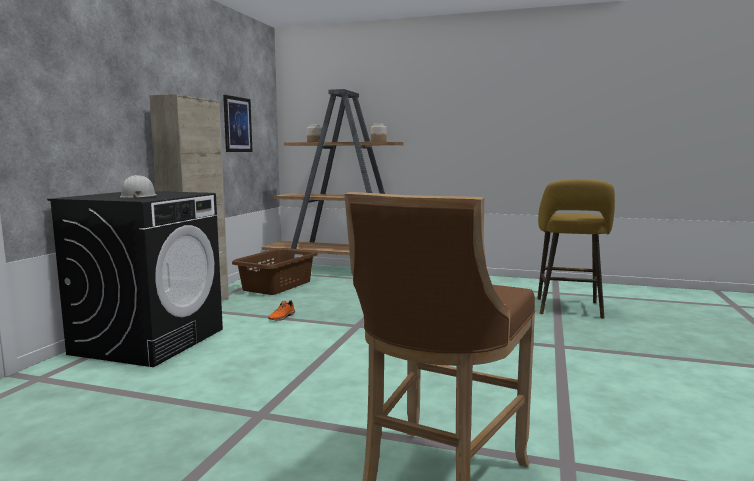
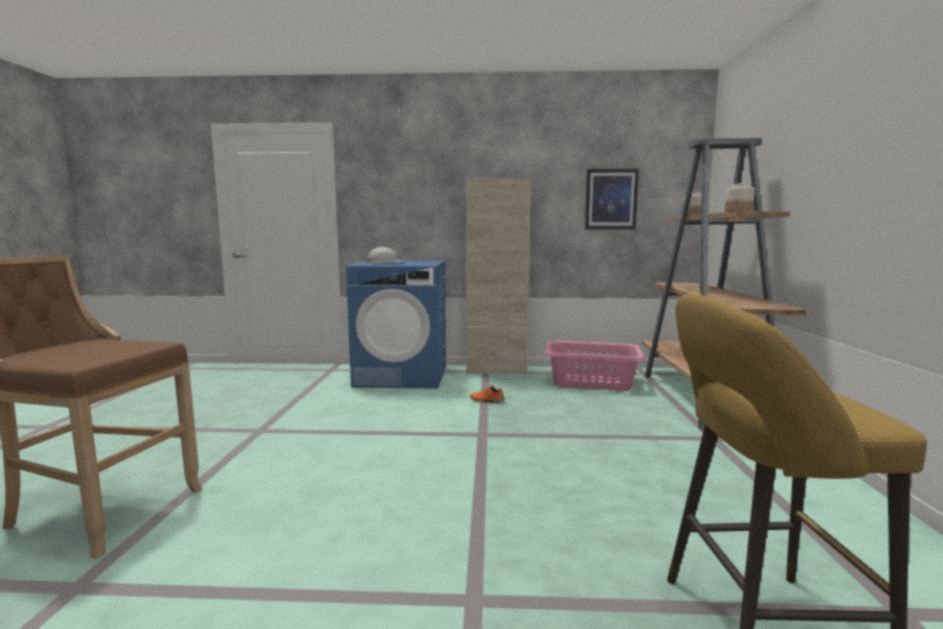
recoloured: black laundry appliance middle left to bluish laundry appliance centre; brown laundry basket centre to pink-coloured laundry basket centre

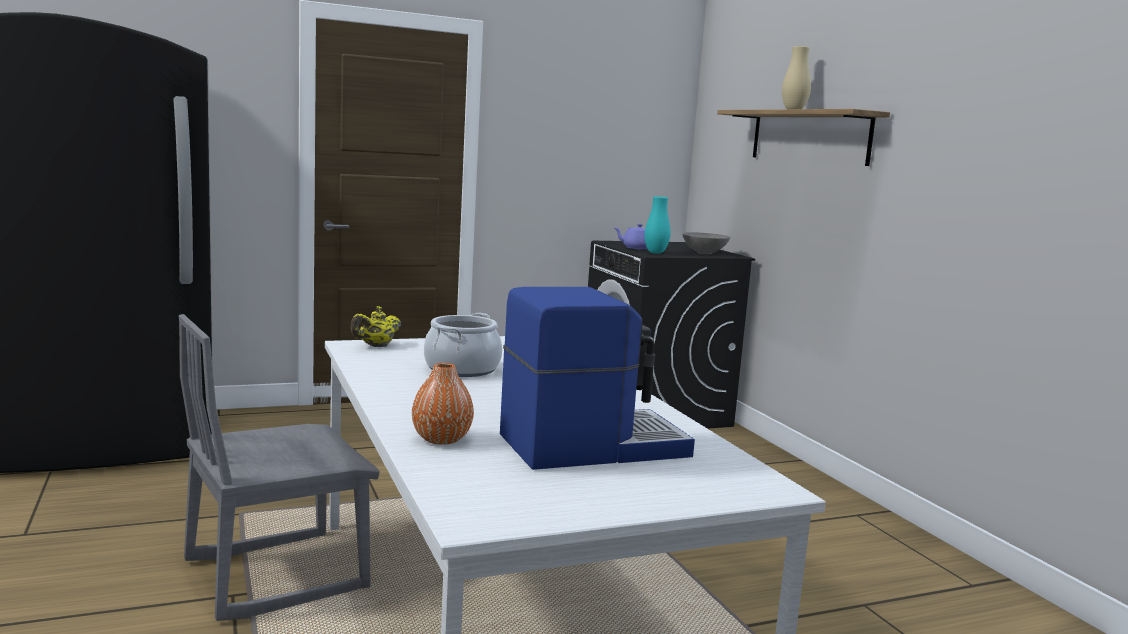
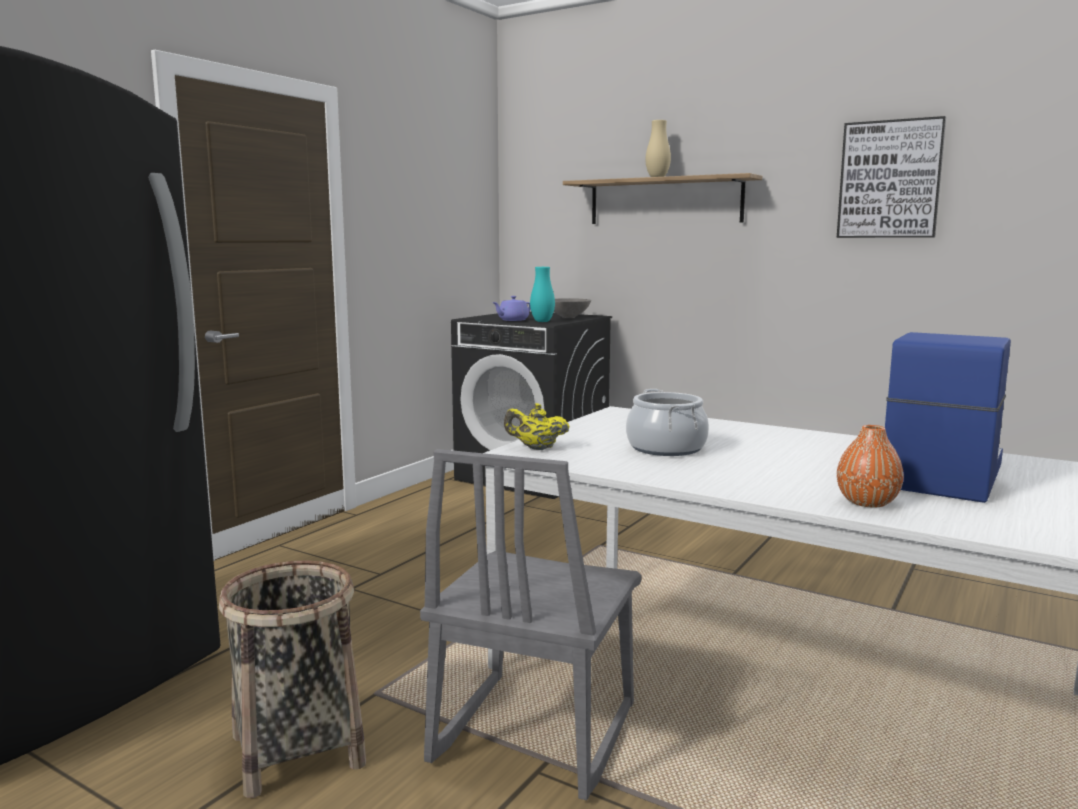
added: storage basket bottom left; wall picture top right
turned: yellowish teapot middle left = centre 90 degrees clockwise

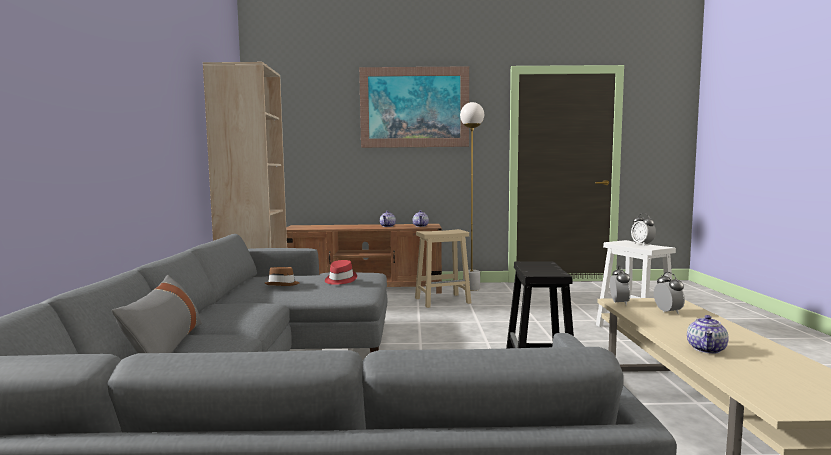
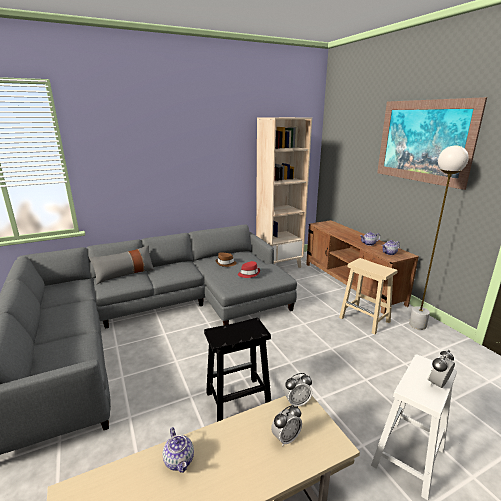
turned: teapot (3rd from left in the first image) bottom right = bottom centre 120 degrees counterclockwise

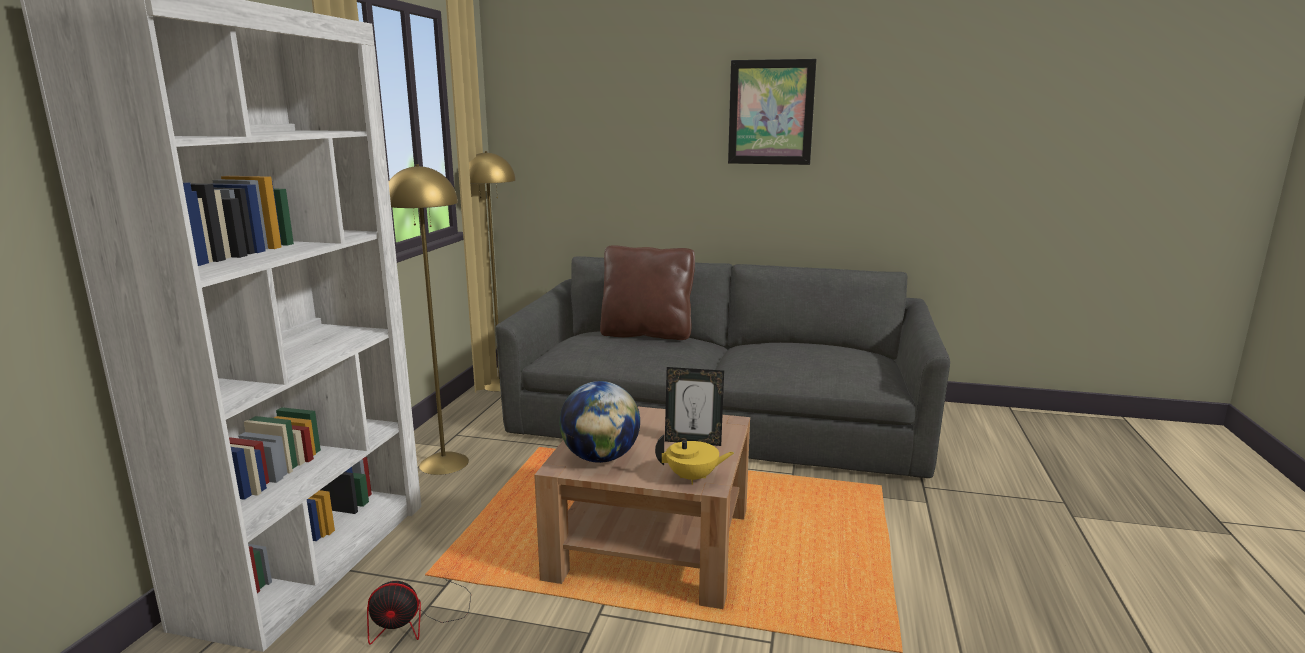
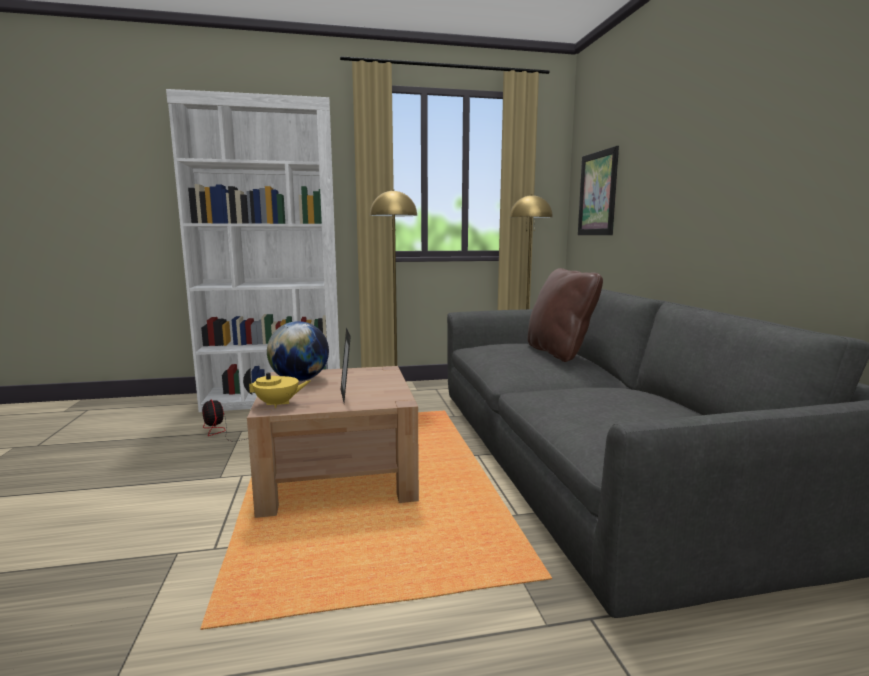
moved: wall picture top centre to top right
turned: yellowish teapot bottom centre = middle left 75 degrees counterclockwise

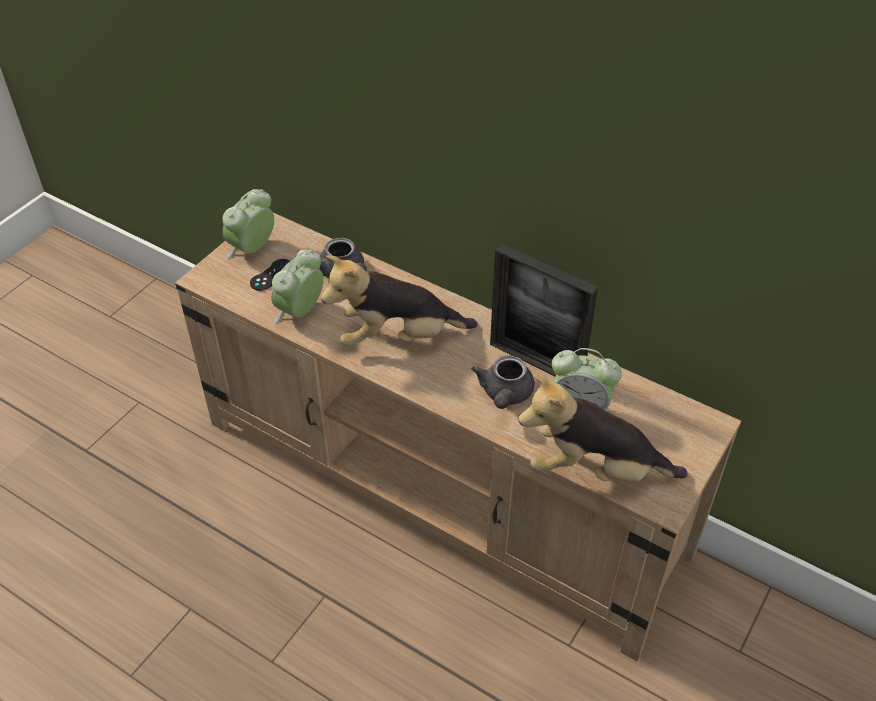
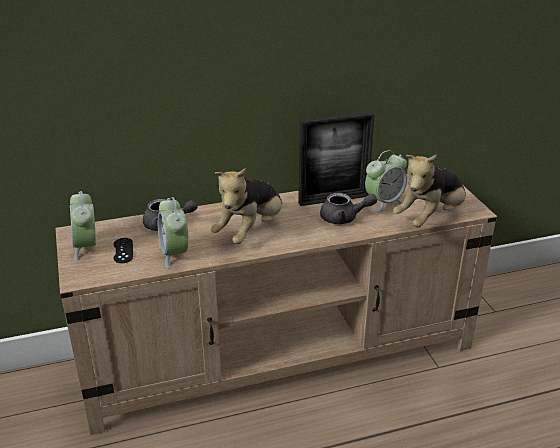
turned: grey teapot (2nd from left) centre = centre 45 degrees counterclockwise

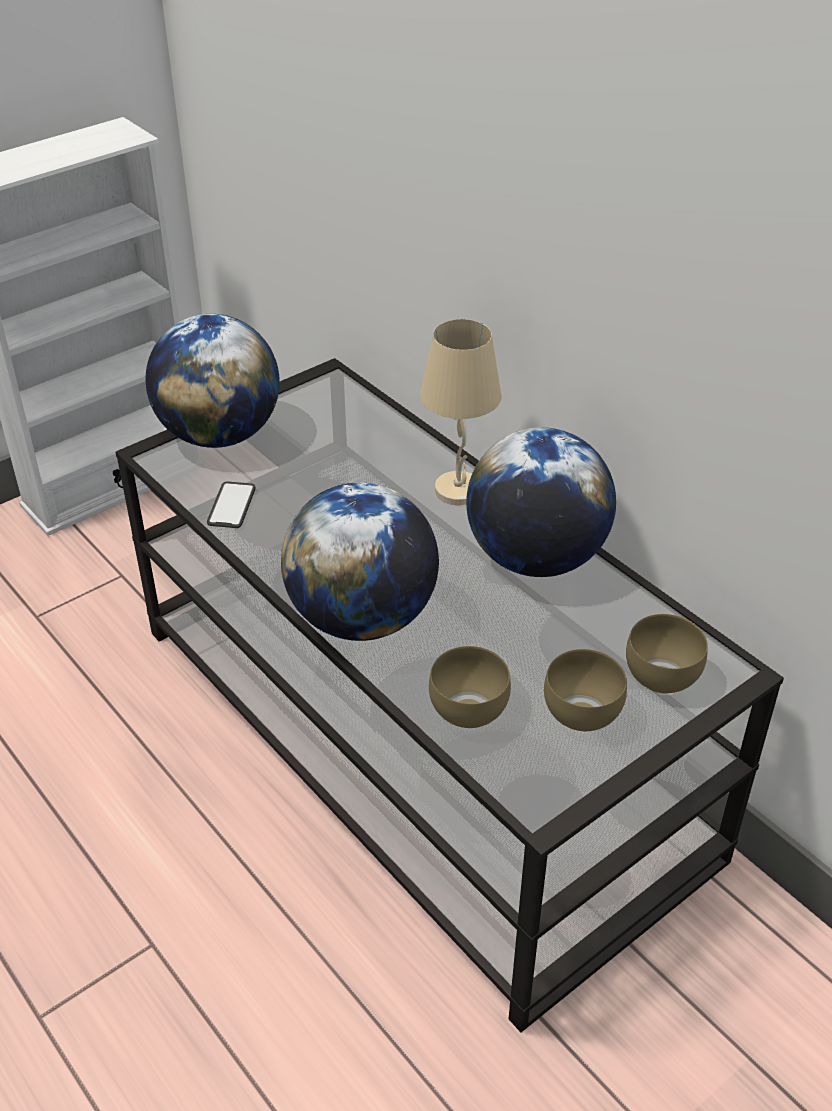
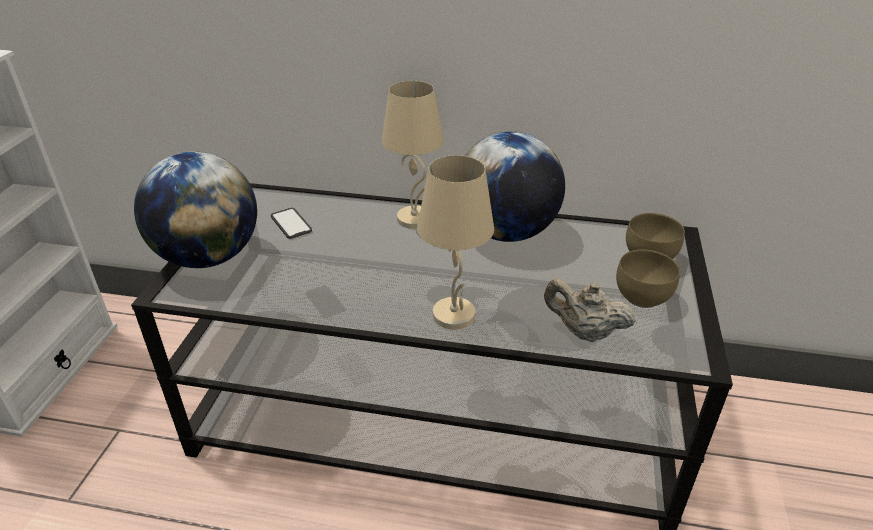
moved: phone middle left to centre
replaced: desk globe (2nd from left) centre to beige lamp for a table (2nd from left) centre; brown deep dish (1st from left) centre to beige teapot middle right

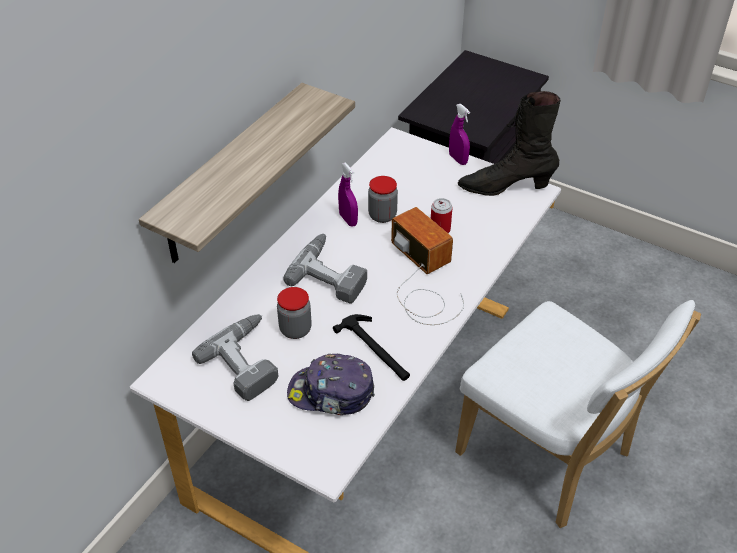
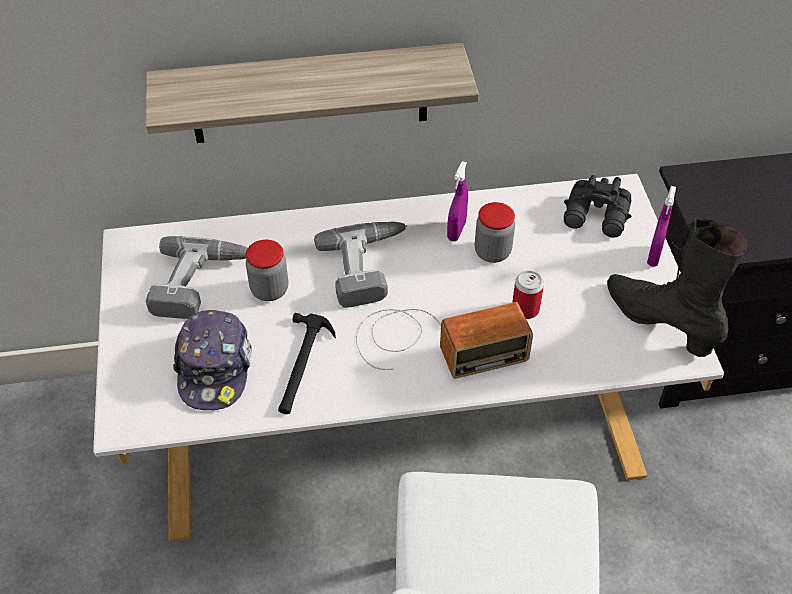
added: black pair of binoculars middle right
turned: peaked cap bottom centre = middle left 150 degrees counterclockwise; radio centre = centre 60 degrees clockwise

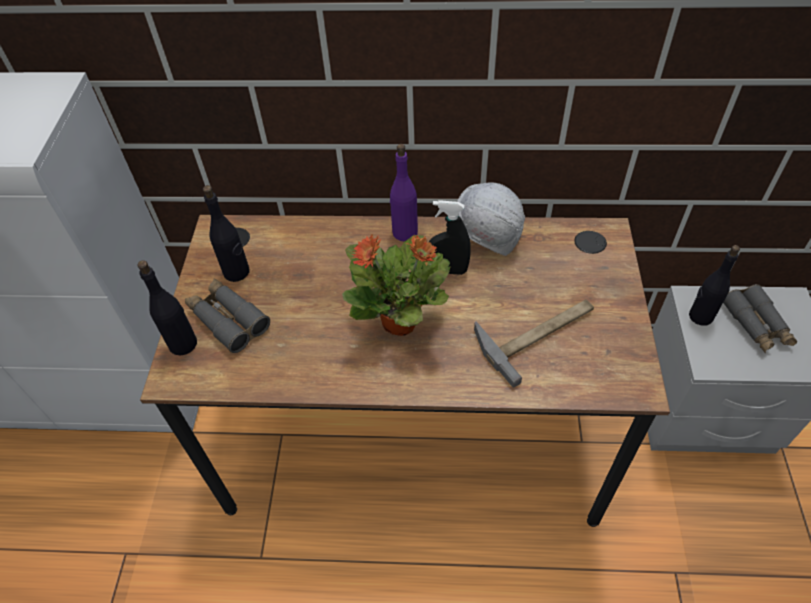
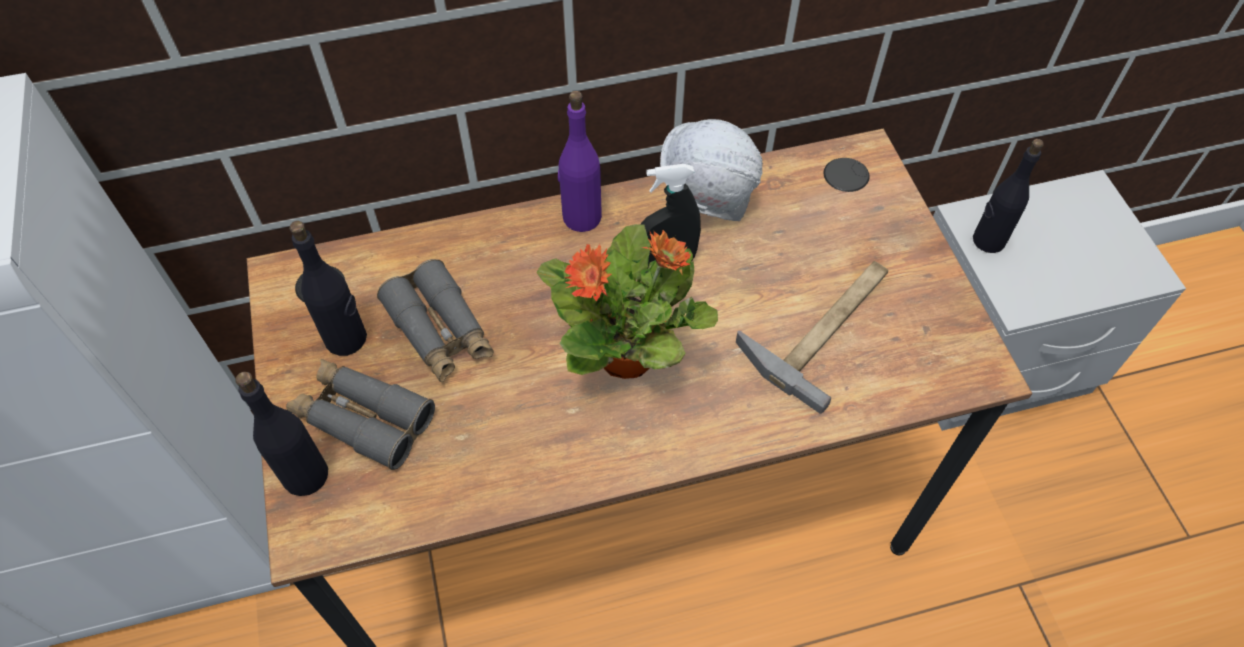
moved: grey pair of binoculars (2nd from left) middle right to centre

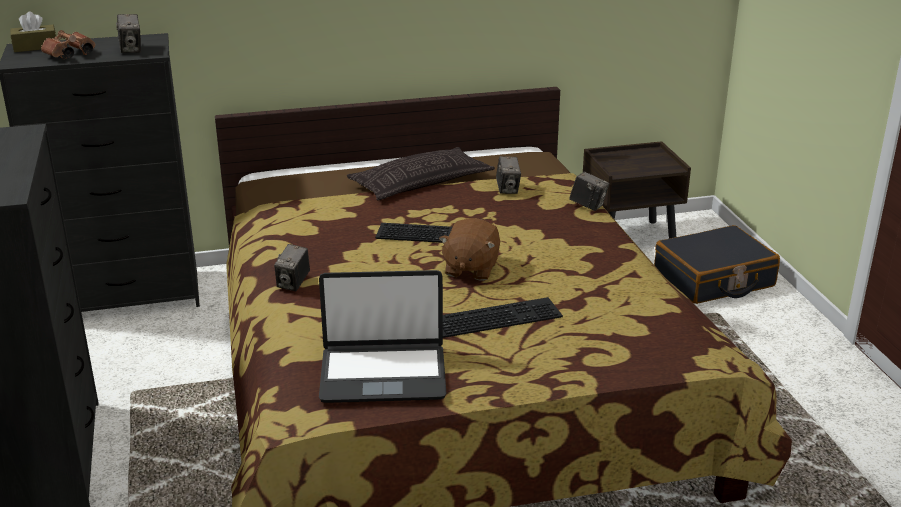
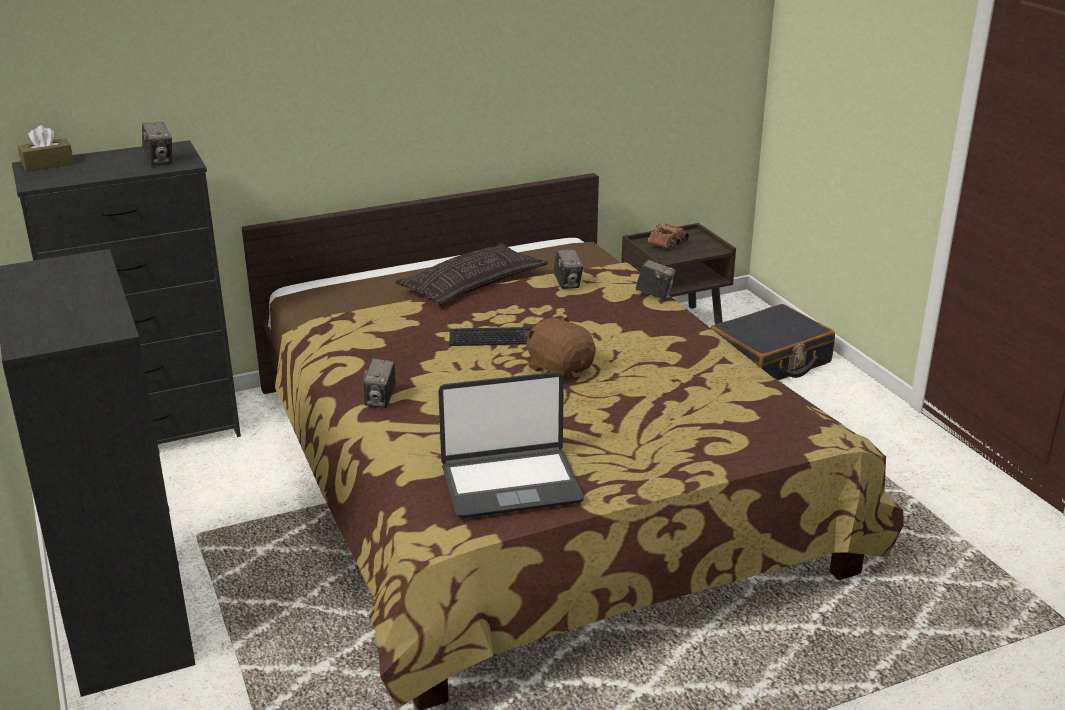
removed: PC keyboard (2nd from left) centre
moved: brown pair of binoculars top left to top centre
turned: brown soft toy centre = centre 135 degrees clockwise

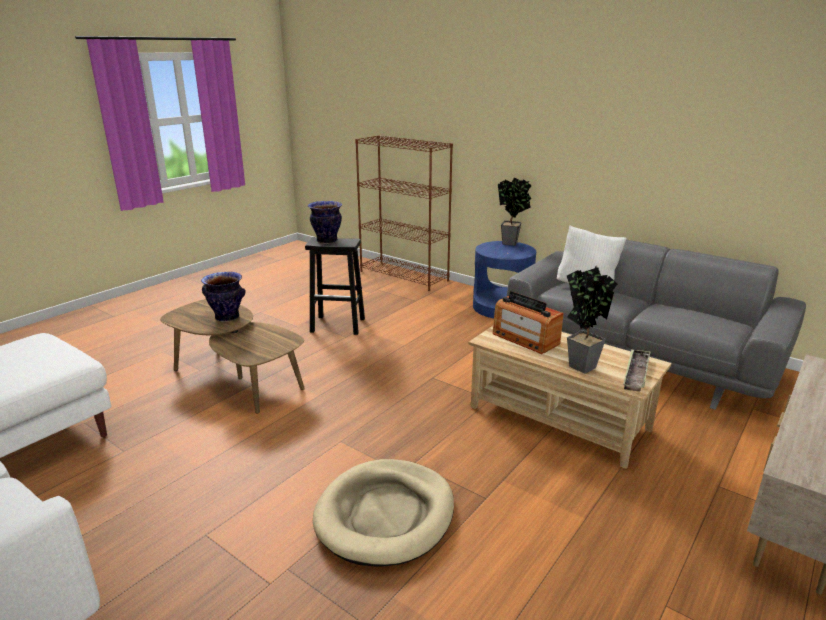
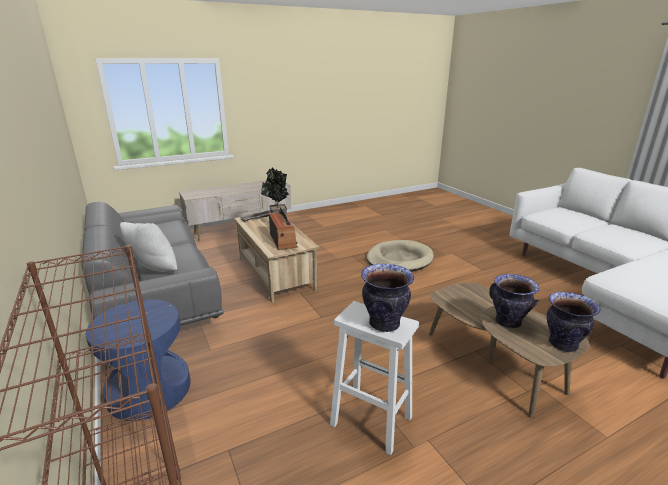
removed: houseplant (1st from left) centre
added: decorative vase (3rd from left) middle right
recoloured: black stool seat centre to white-coloured stool seat bottom centre

